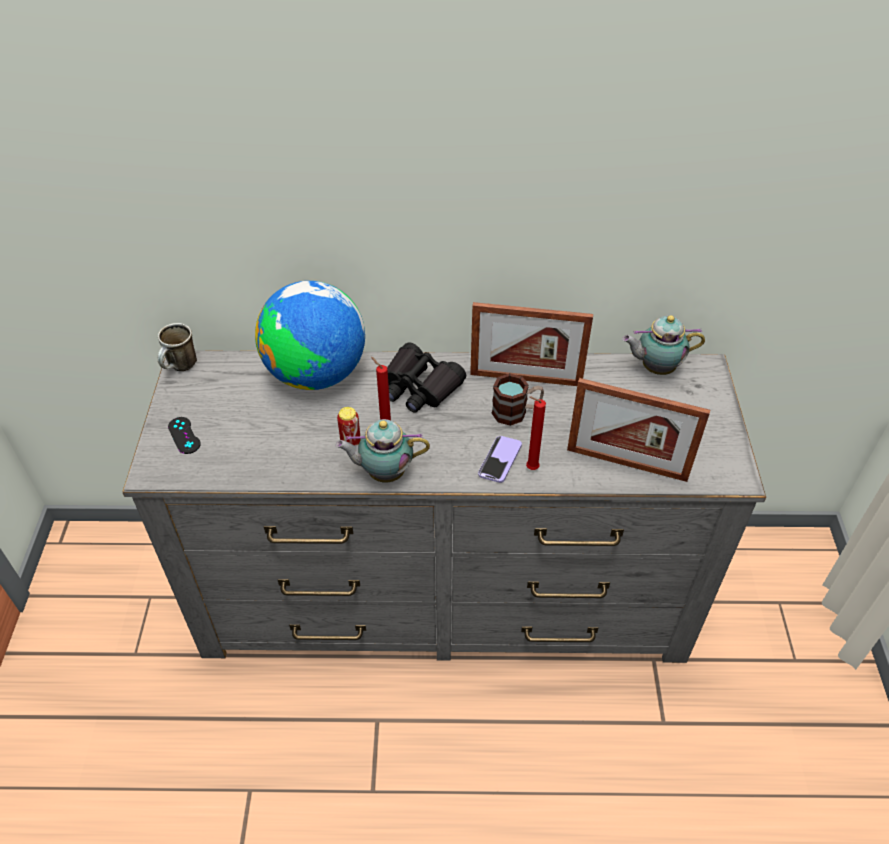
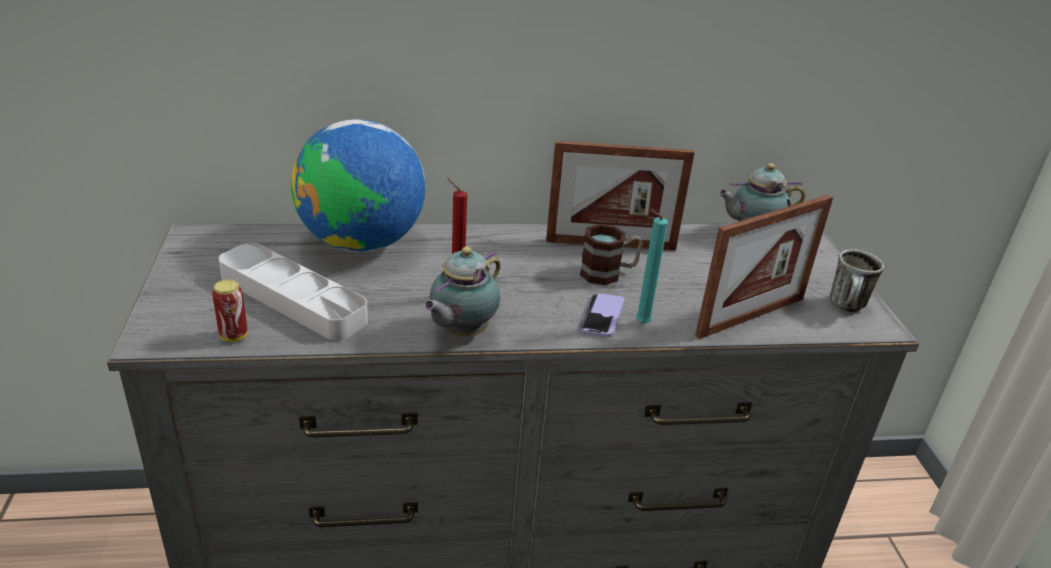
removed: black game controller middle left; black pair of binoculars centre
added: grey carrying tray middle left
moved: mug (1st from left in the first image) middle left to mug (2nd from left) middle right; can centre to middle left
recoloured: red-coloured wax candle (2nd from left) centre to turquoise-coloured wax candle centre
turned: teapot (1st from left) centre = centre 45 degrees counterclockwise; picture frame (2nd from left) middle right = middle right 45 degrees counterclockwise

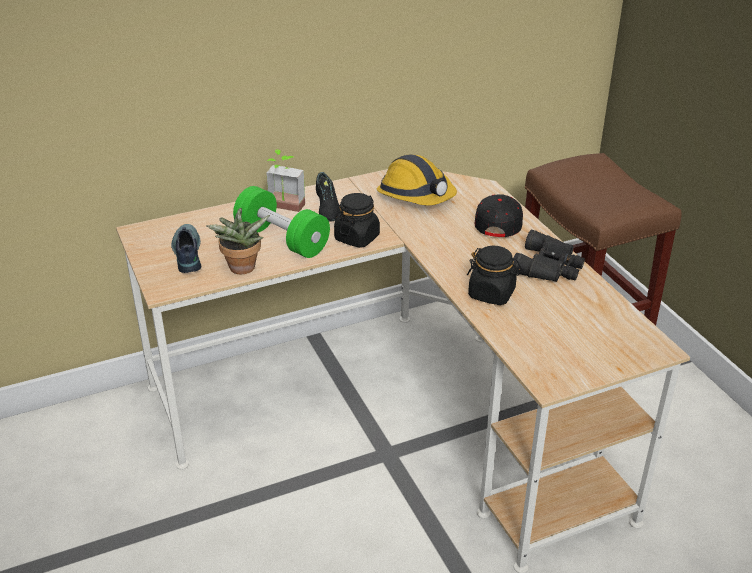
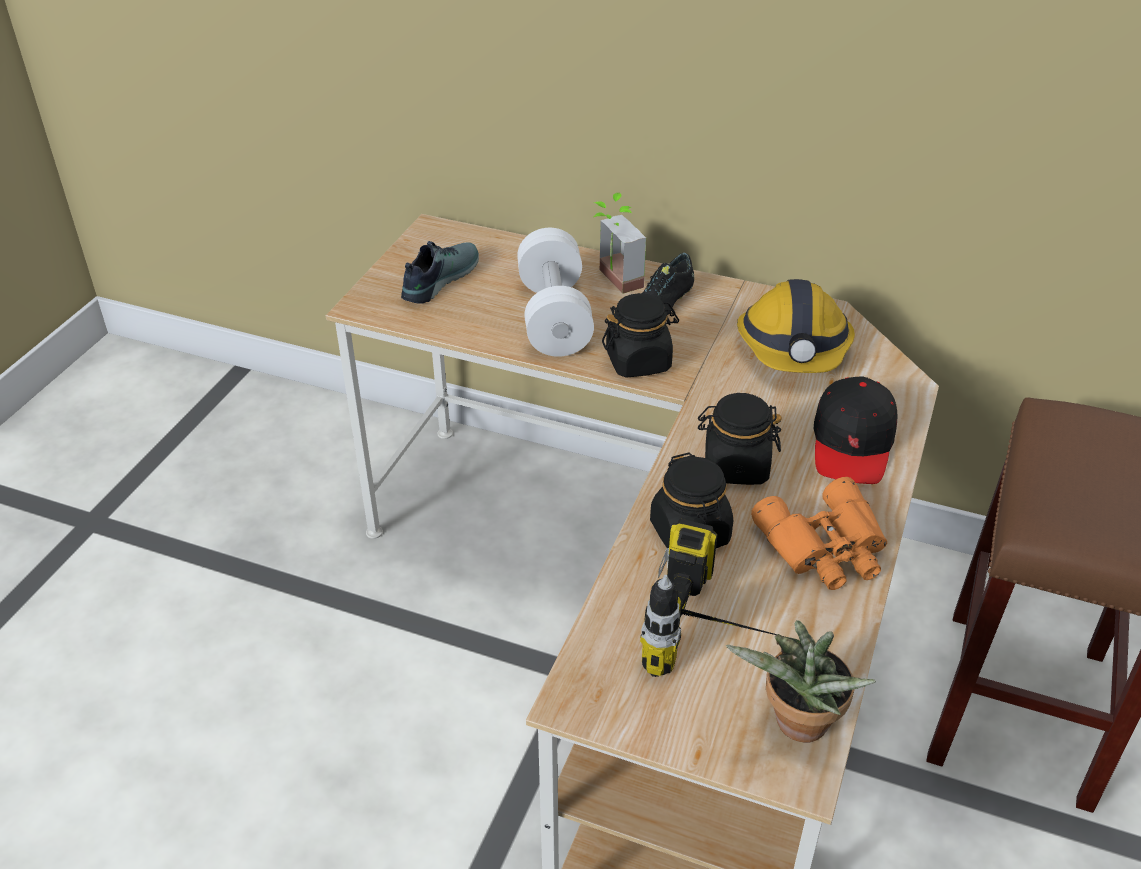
added: electric drill bottom centre; black jar (3rd from left) centre
moved: houseplant (1st from left in the first image) middle left to houseplant (2nd from left) bottom right
recoloured: green dumbbell centre to white-coloured dumbbell centre; black pair of binoculars middle right to orange pair of binoculars middle right
turned: black peaked cap centre = middle right 135 degrees clockwise

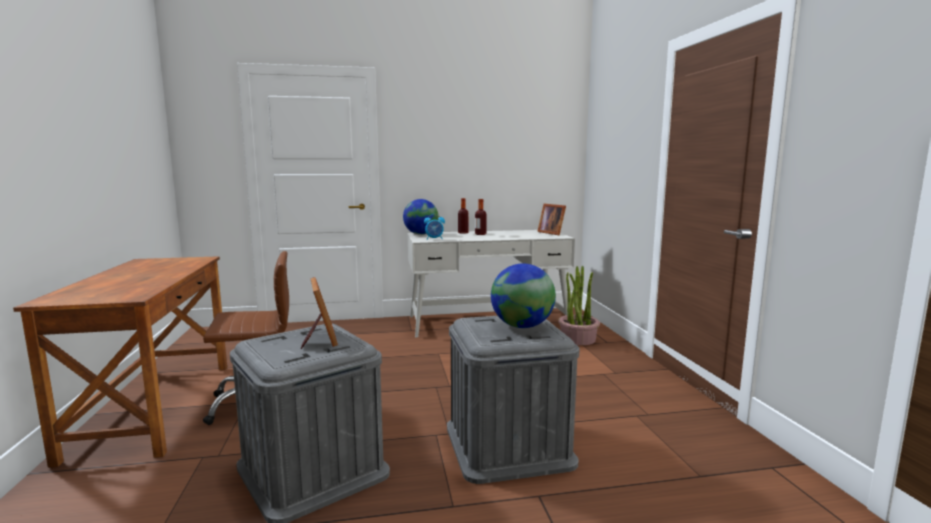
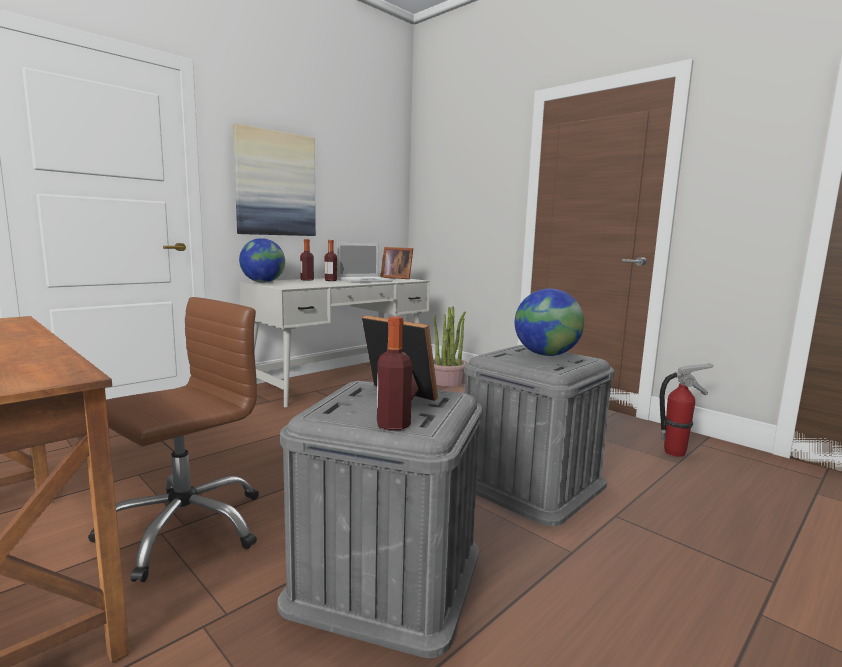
removed: alarm clock centre
added: wall picture top left; notebook computer centre; drink bottle (3rd from left) centre; fire-fighting cylinder middle right

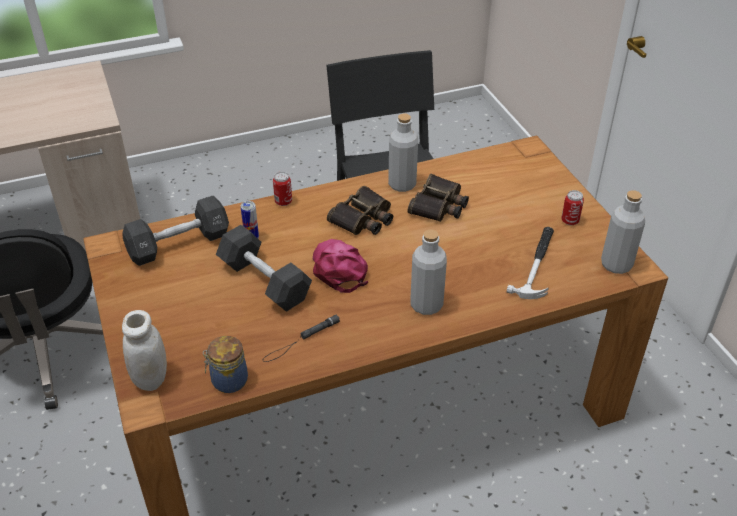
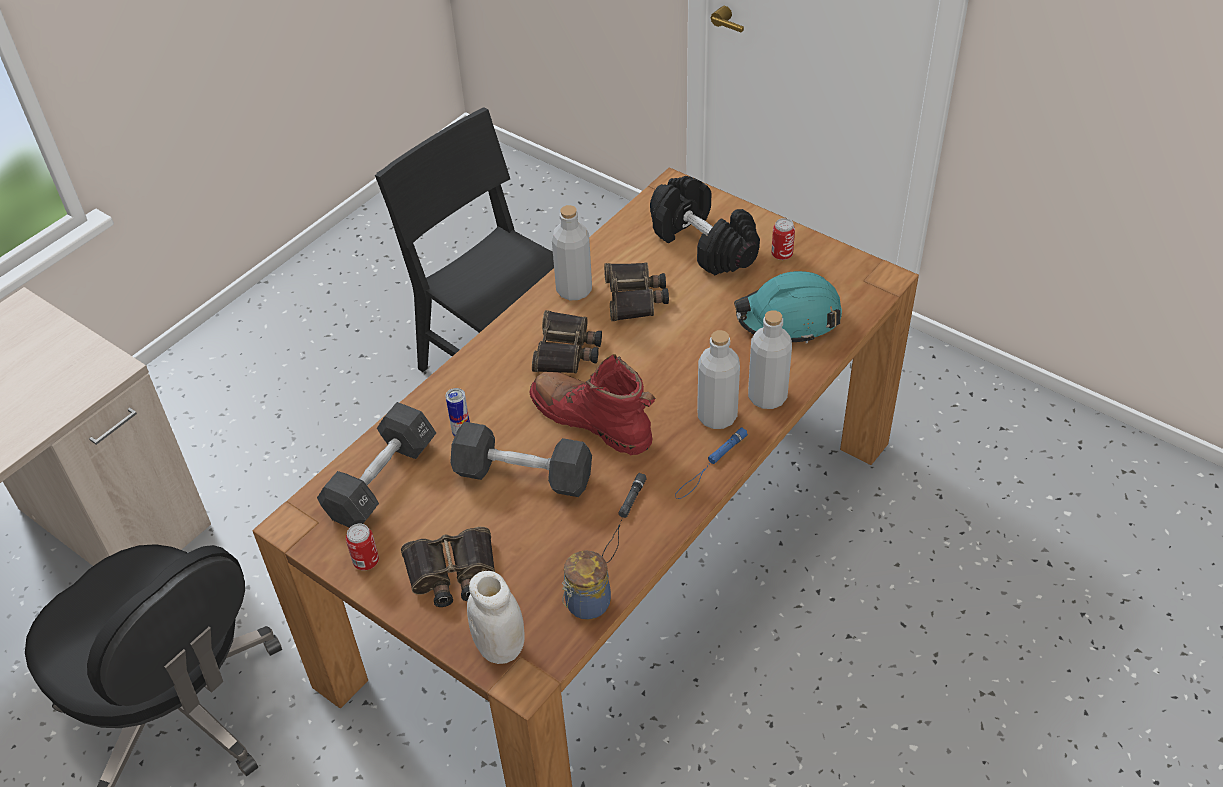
added: pair of binoculars (1st from left) bottom centre; black dumbbell (3rd from left) top centre; bluish flashlight centre
moved: can (2nd from left in the first image) centre to can (1st from left) bottom left; grey drink bottle (3rd from left) middle right to centre
replaced: pink-coloured peaked cap centre to red-coloured boot centre; hammer middle right to turquoise-coloured safety helmet centre

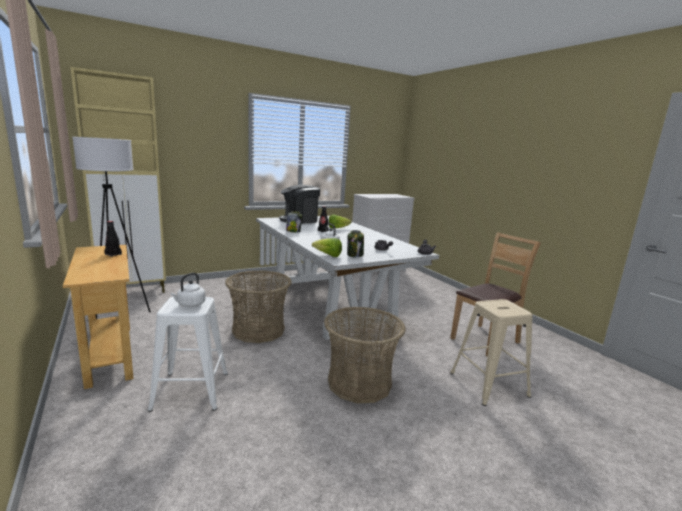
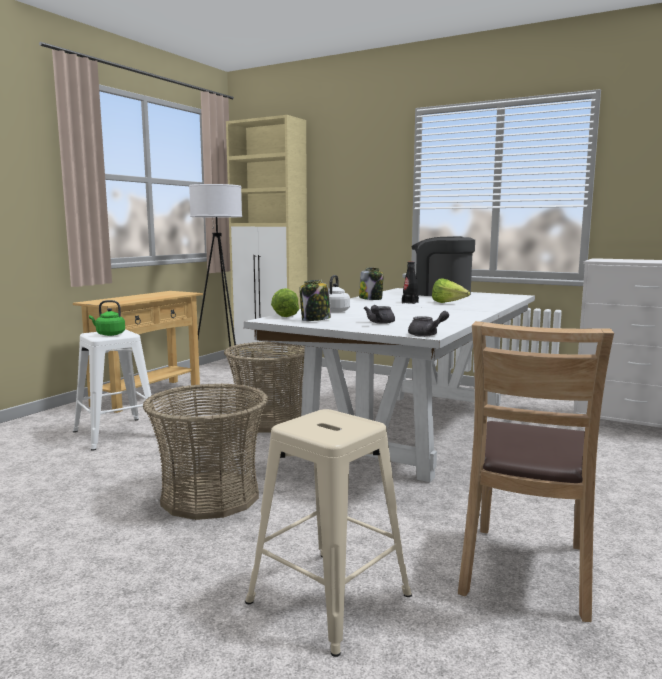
removed: black drink bottle (1st from left) middle left
recoloured: white-coloured tea kettle (1st from left) middle left to green tea kettle middle left
turned: brown plain chair middle right = bottom right 90 degrees clockwise

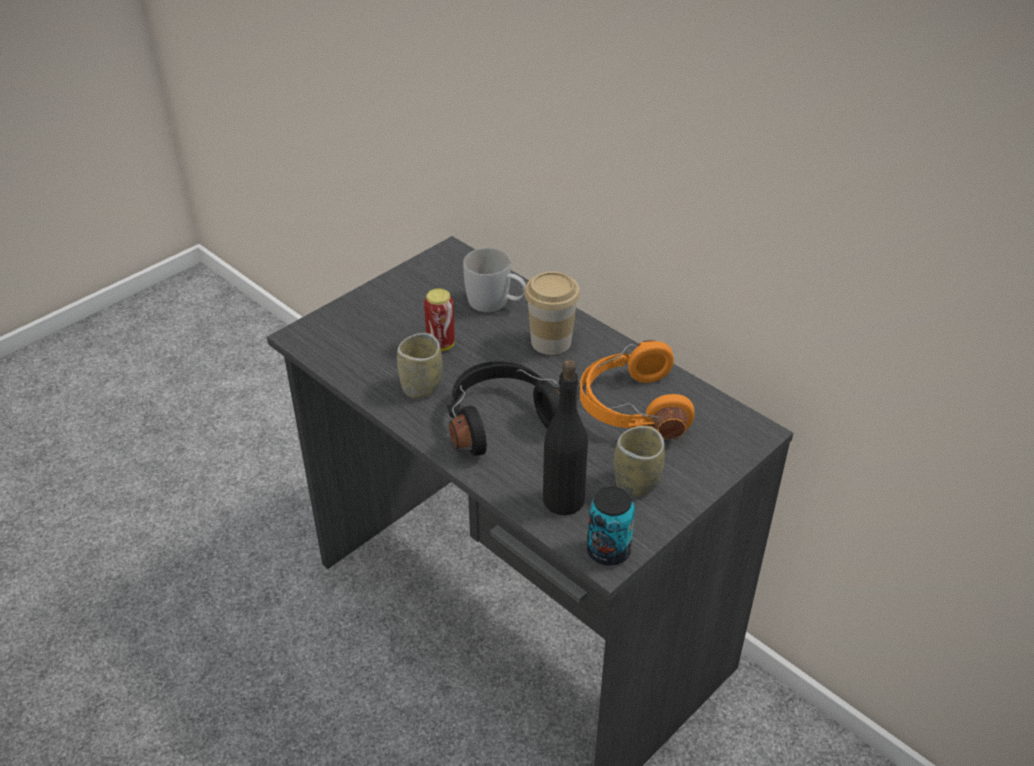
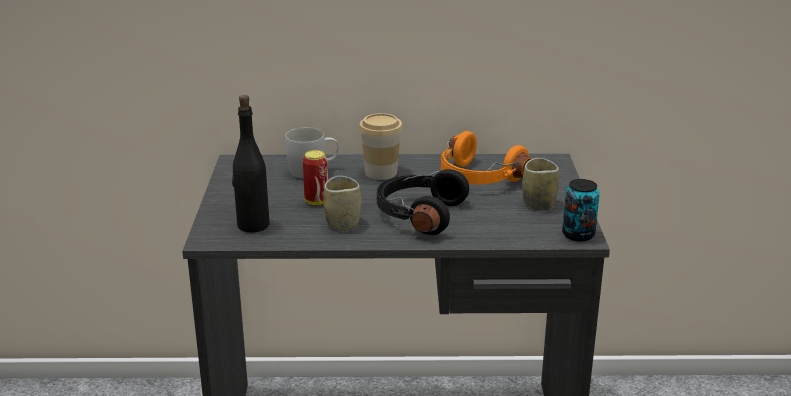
moved: black drink bottle centre to middle left

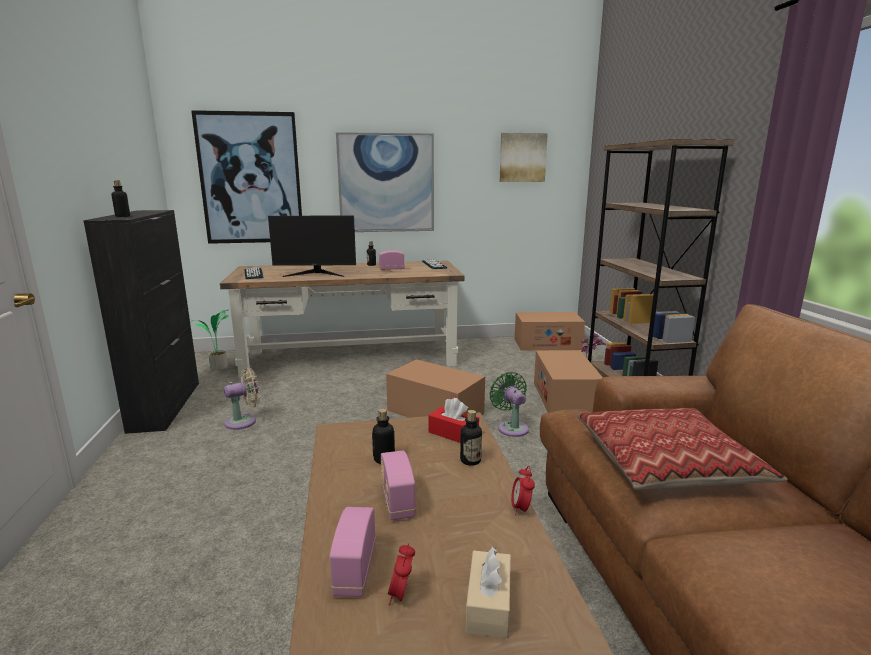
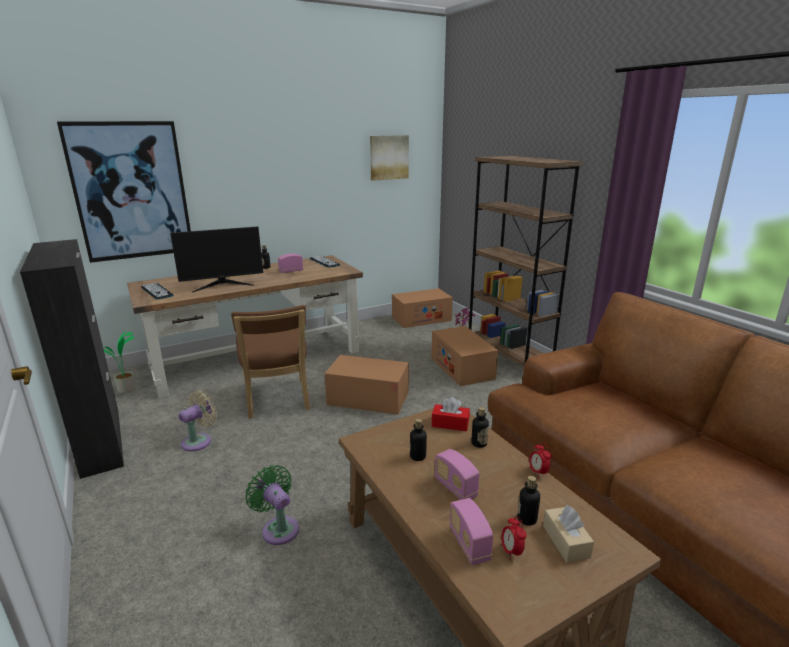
removed: wall picture (2nd from left) top centre; pillow bottom right
added: brown plain chair centre
moved: drink bottle (1st from left in the first image) top left to drink bottle (4th from left) bottom right; green fan centre to bottom centre

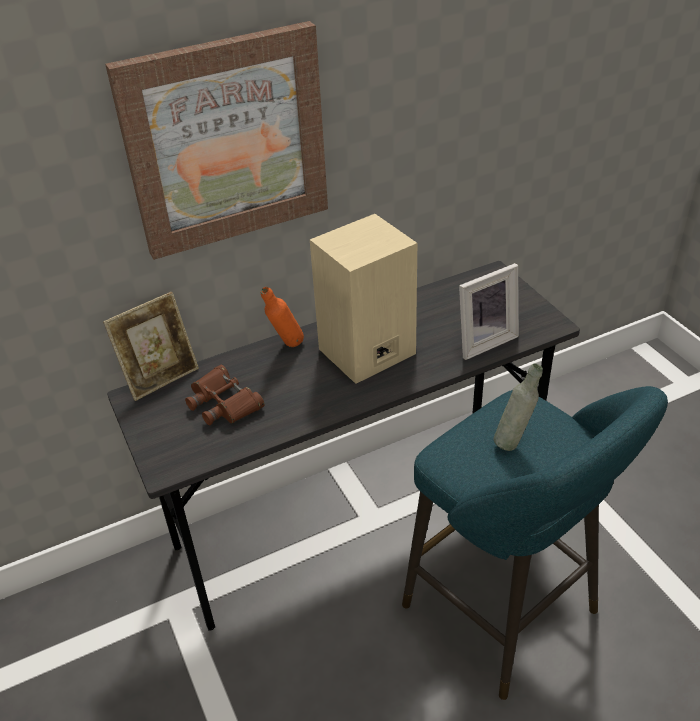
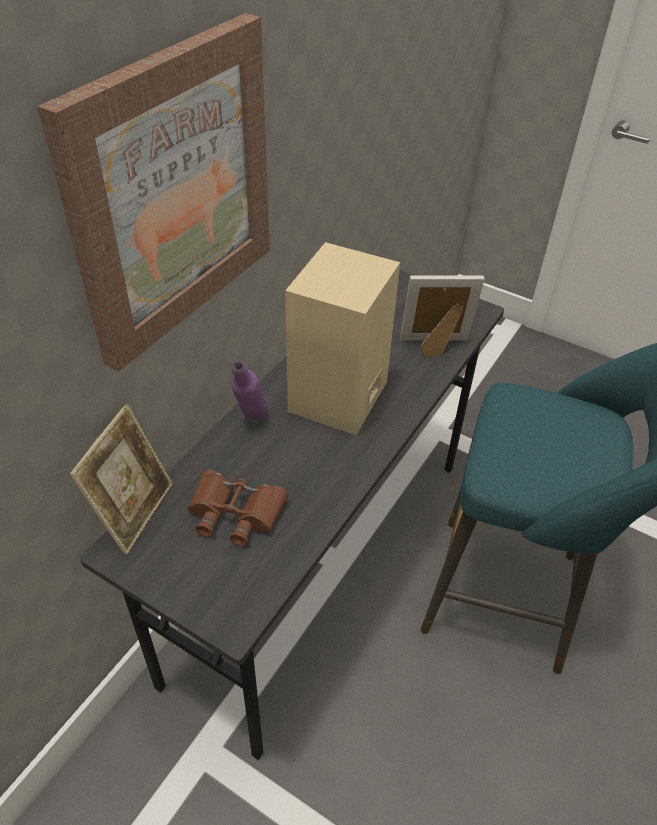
removed: grey drink bottle middle right
recoloured: orange drink bottle centre to purple-coloured drink bottle centre
turned: picture frame (2nd from left) middle right = middle right 120 degrees counterclockwise

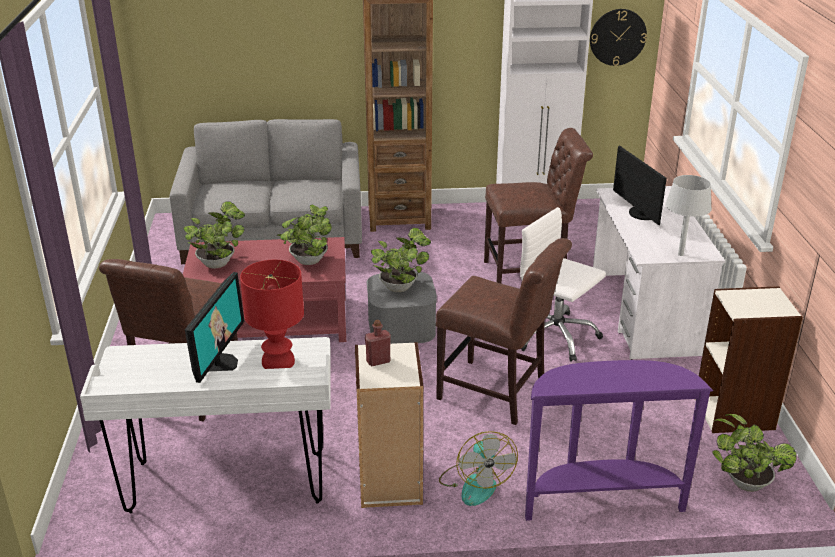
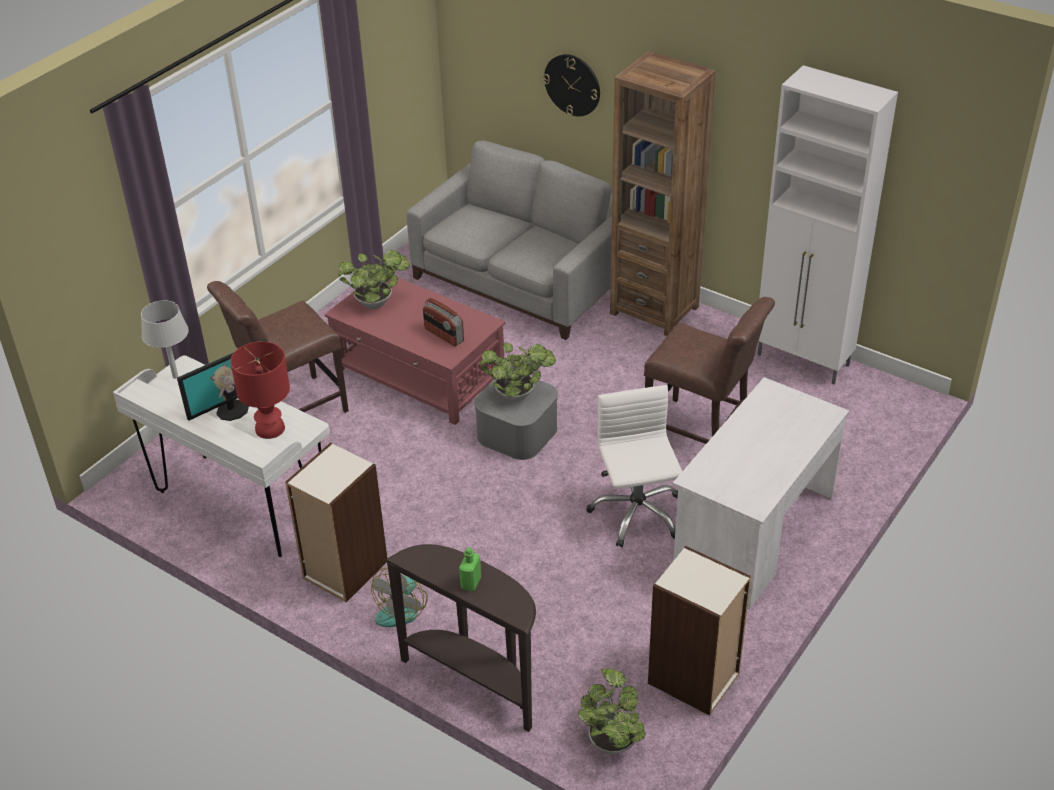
removed: red-coloured drink bottle centre; brown plain chair (2nd from left) centre; computer screen (2nd from left) top right
added: green drink bottle bottom centre
moved: clock on the wall top right to top centre; grey lamp for a table middle right to middle left
replaced: houseplant (2nd from left) centre to radio centre
recoloured: purple-coloured hall table bottom right to brown hall table bottom centre

